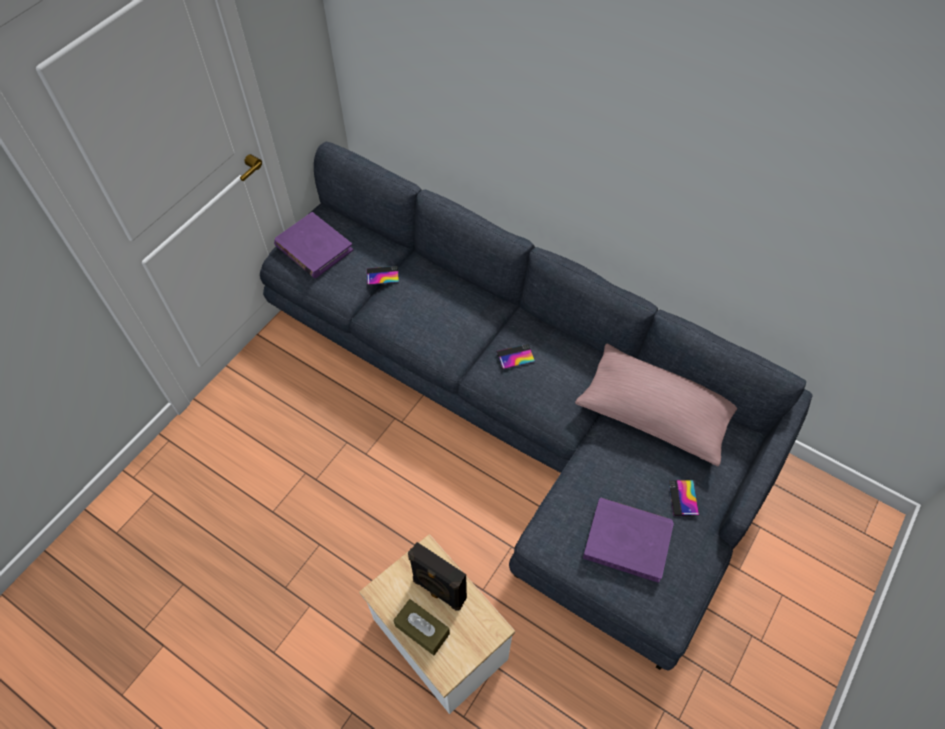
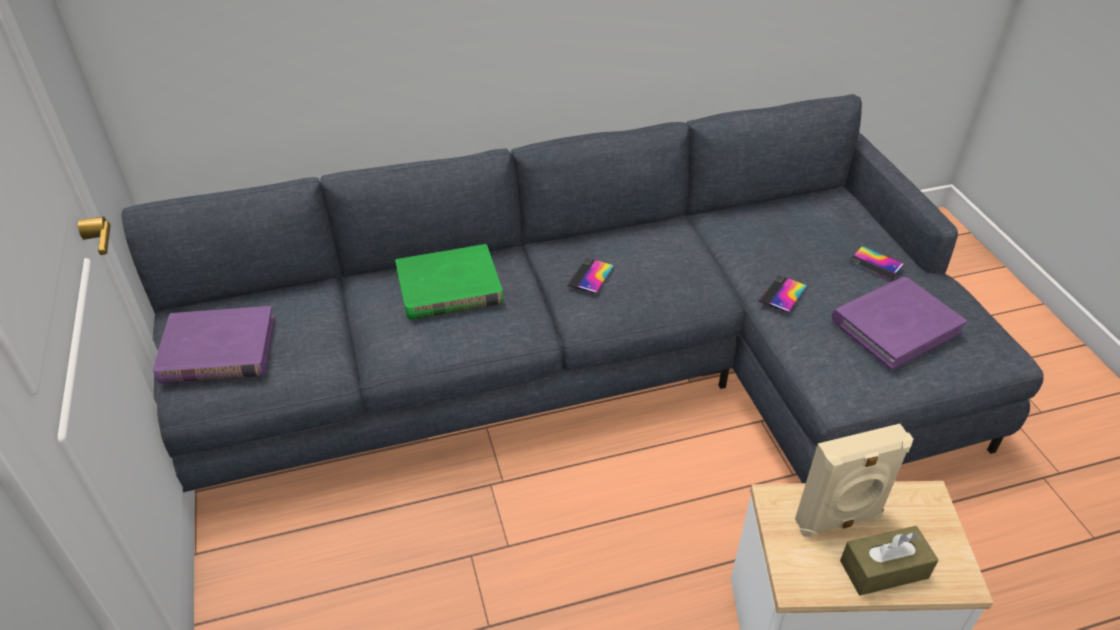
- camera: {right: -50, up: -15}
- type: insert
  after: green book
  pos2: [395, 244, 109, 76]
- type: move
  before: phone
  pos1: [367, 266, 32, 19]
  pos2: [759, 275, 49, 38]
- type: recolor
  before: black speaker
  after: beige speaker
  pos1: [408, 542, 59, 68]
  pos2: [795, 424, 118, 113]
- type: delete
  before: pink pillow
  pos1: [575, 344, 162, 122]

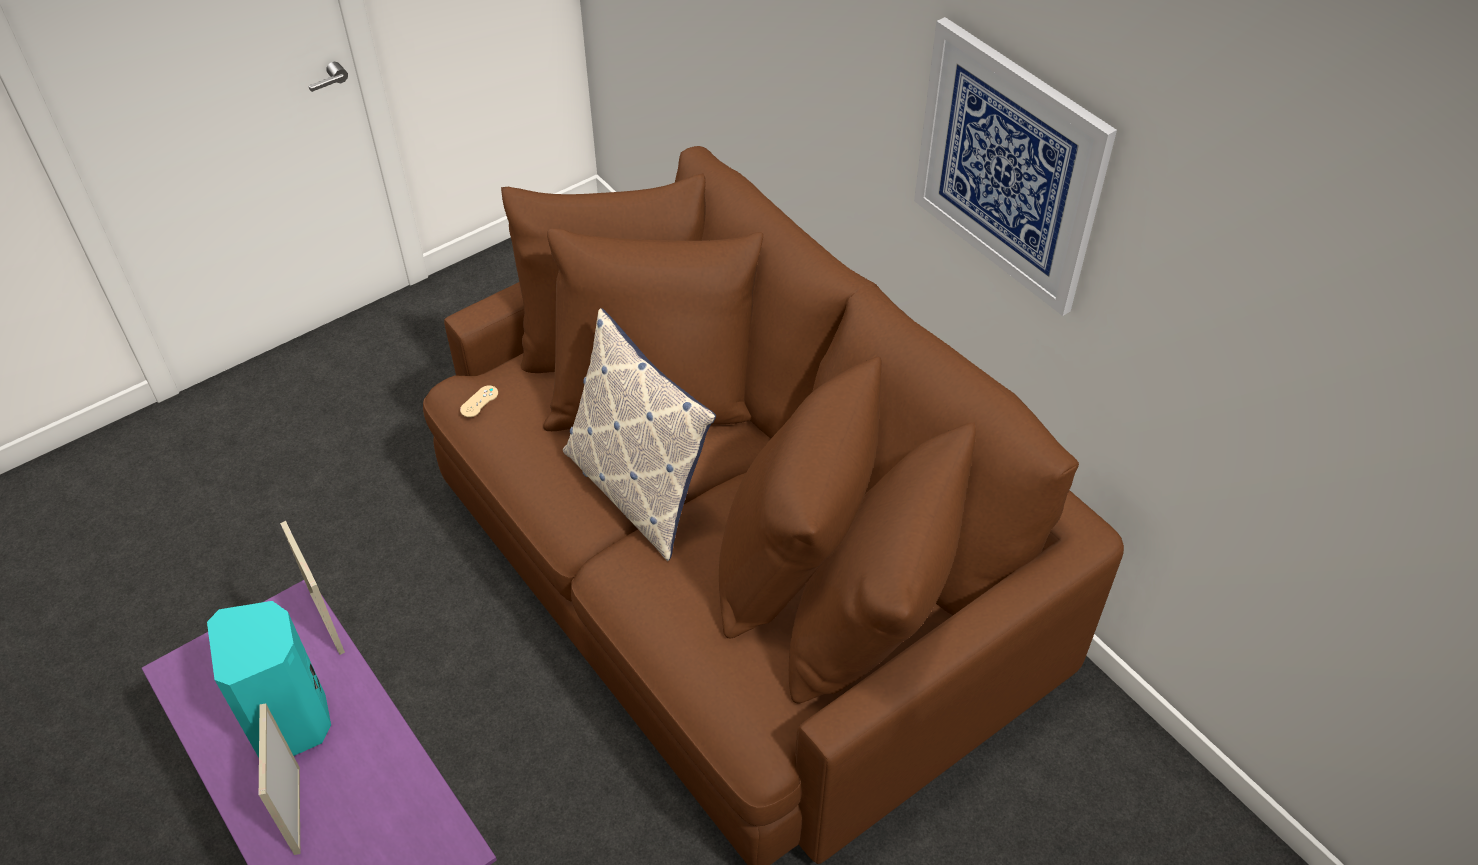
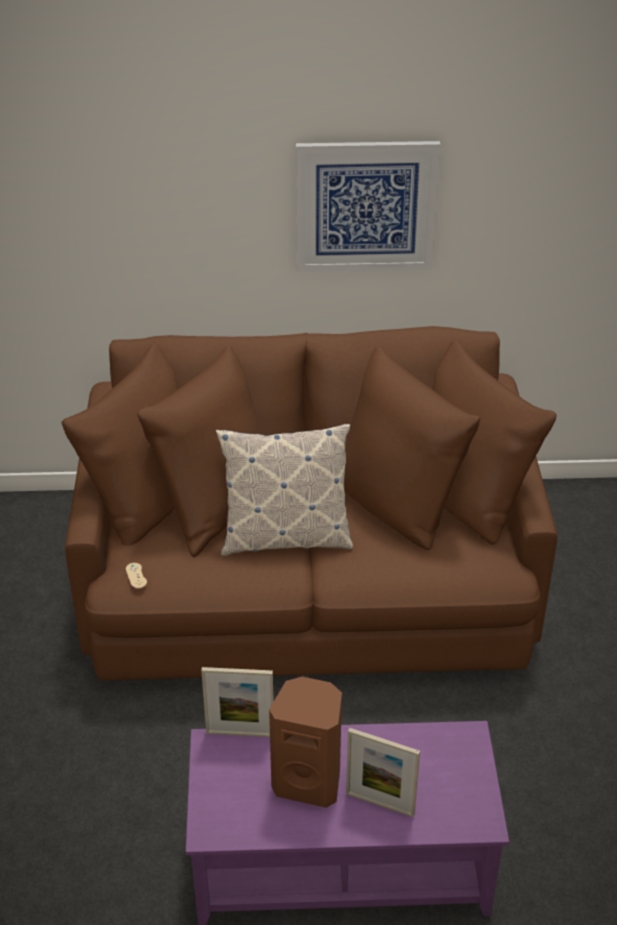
- camera: {right: -55, up: -10}
- type: recolor
  before: turquoise speaker
  after: brown speaker
  pos1: [207, 601, 124, 157]
  pos2: [269, 677, 73, 131]

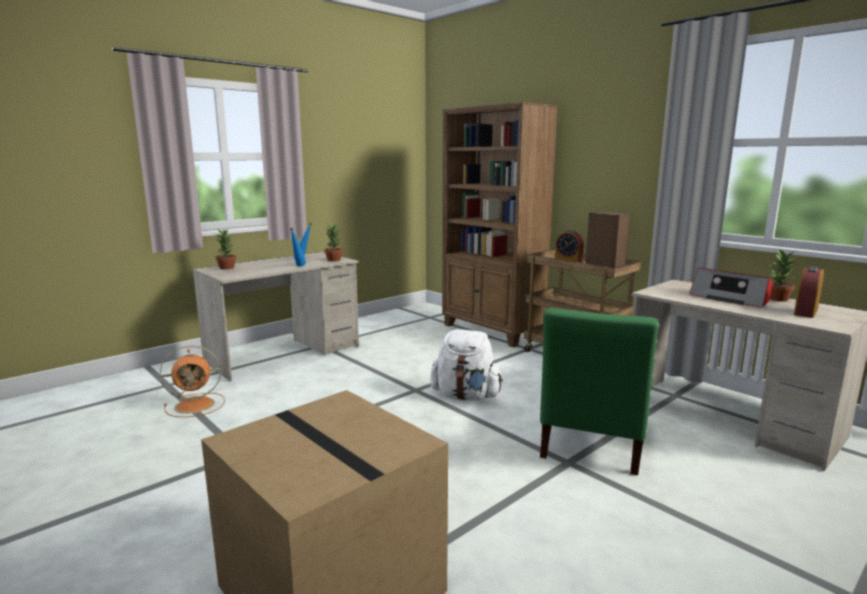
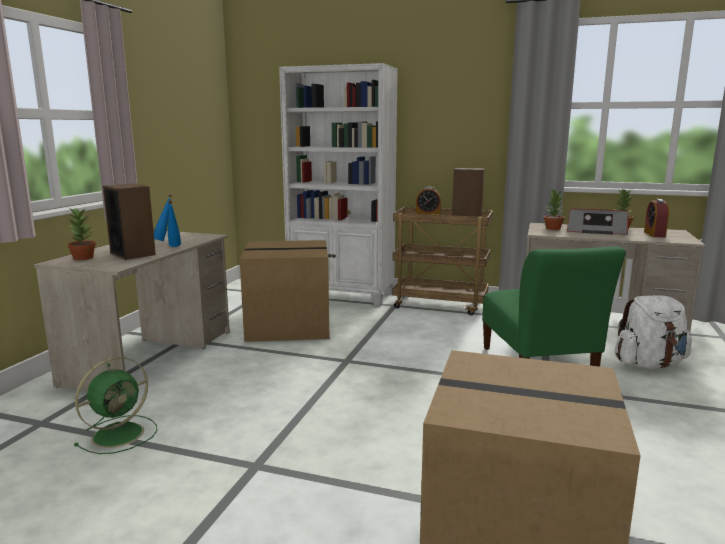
- camera: {right: -30, up: 0}
- type: recolor
  before: orange fan
  after: green fan
  pos1: [160, 346, 65, 71]
  pos2: [74, 357, 83, 97]
- type: insert
  after: speaker
  pos2: [103, 184, 53, 76]
- type: insert
  after: cardboard box
  pos2: [240, 240, 89, 102]
- type: recolor
  before: brown bookcase
  after: white bookcase
  pos1: [442, 102, 116, 245]
  pos2: [279, 63, 119, 244]
- type: move
  before: potted plant
  pos1: [324, 224, 19, 37]
  pos2: [544, 189, 21, 41]
- type: move
  before: white backpack
  pos1: [430, 329, 73, 72]
  pos2: [614, 295, 78, 74]

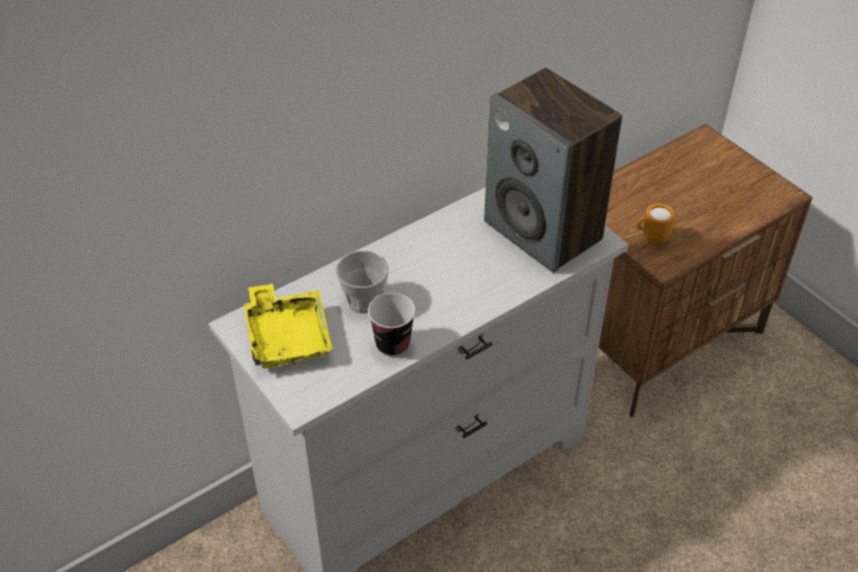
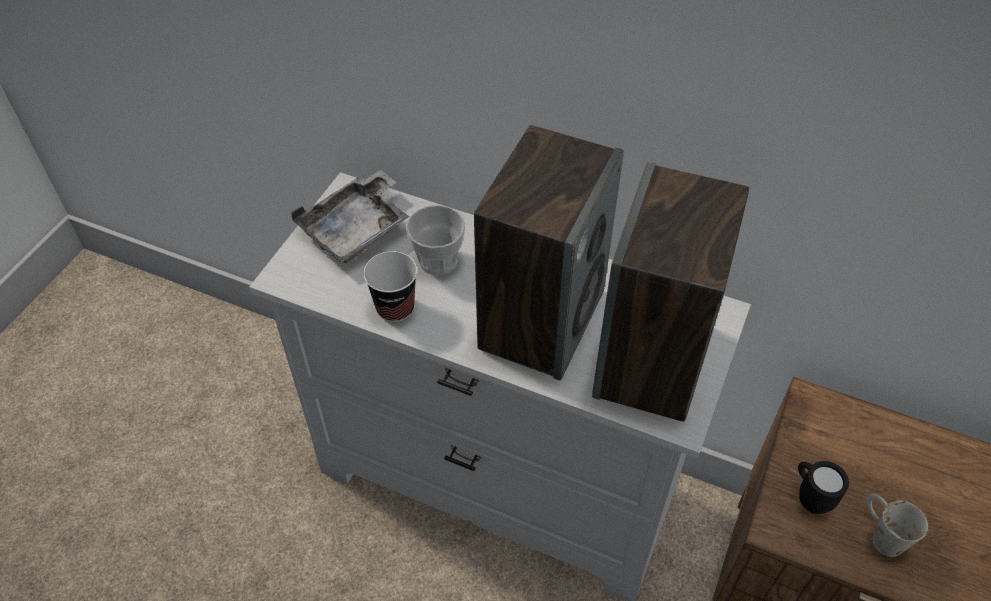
- camera: {right: 60, up: 5}
- type: recolor
  before: yellow tray
  after: grey tray
  pos1: [244, 284, 89, 85]
  pos2: [291, 170, 118, 93]
- type: insert
  after: speaker
  pos2: [474, 125, 150, 255]
- type: recolor
  before: orange mug
  after: black mug
  pos1: [636, 204, 39, 41]
  pos2: [798, 461, 51, 53]
- type: insert
  after: white mug
  pos2: [866, 494, 62, 63]

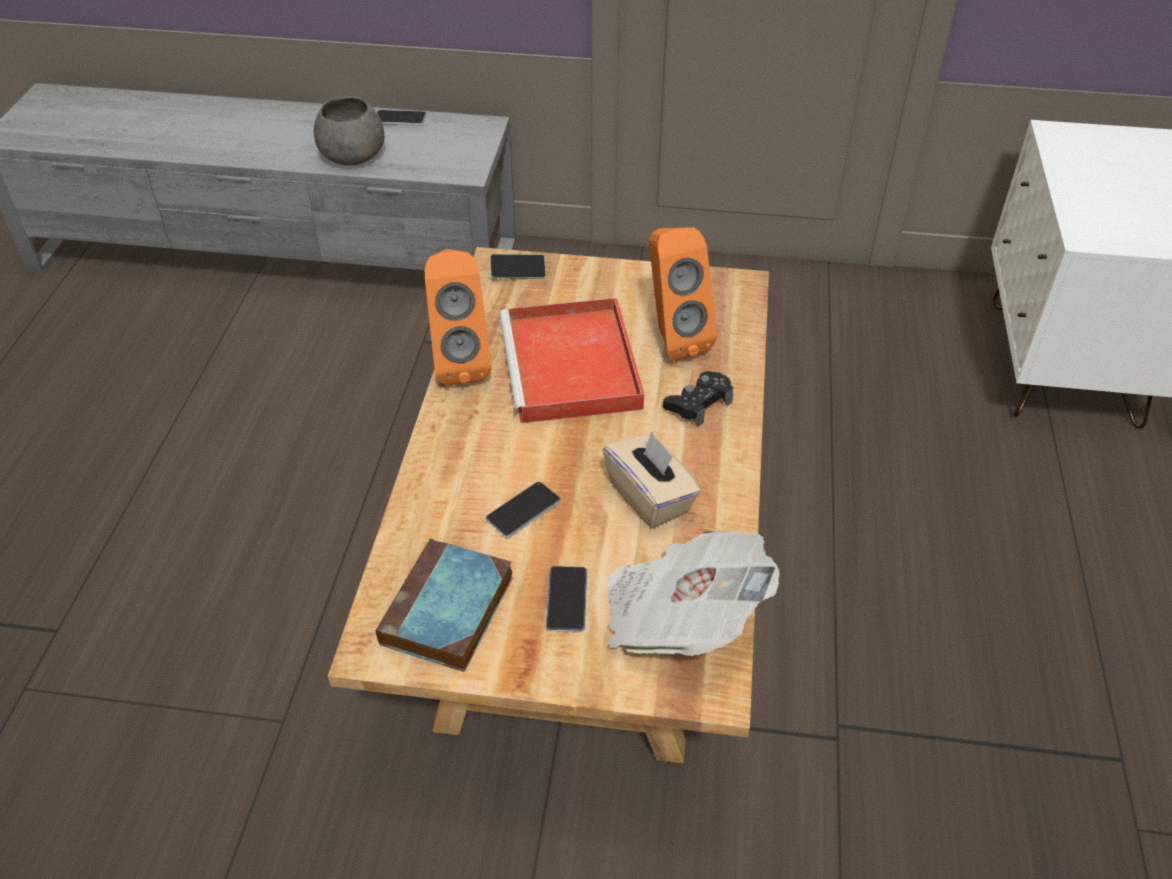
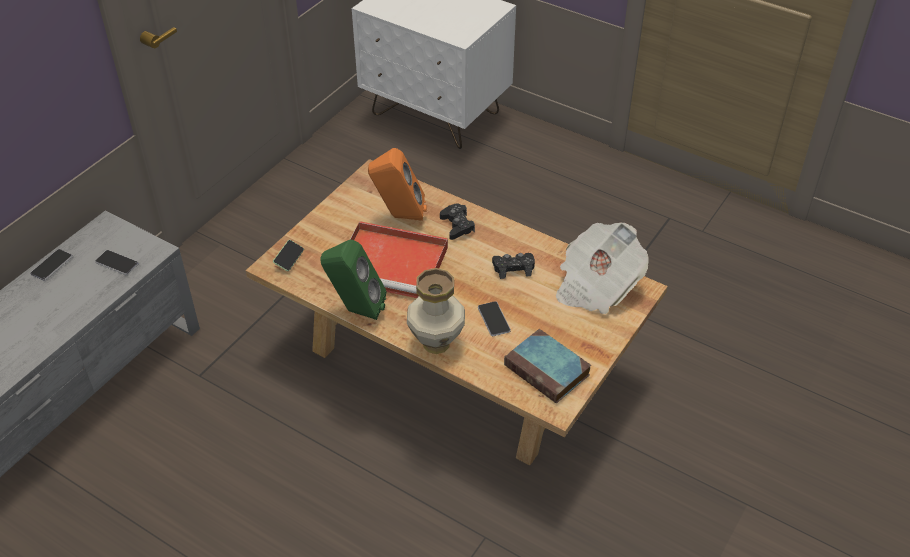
- camera: {right: -65, up: 0}
- type: move
  before: phone
  pos1: [546, 566, 41, 66]
  pos2: [95, 250, 44, 25]
- type: recolor
  before: orange speaker
  after: green speaker
  pos1: [425, 249, 67, 136]
  pos2: [320, 240, 66, 80]
- type: insert
  after: vase
  pos2: [407, 268, 58, 86]
- type: replace
  before: beige tissue box
  after: black game controller
  pos1: [603, 431, 98, 97]
  pos2: [492, 253, 43, 26]
- type: delete
  before: grey bowl
  pos1: [314, 96, 71, 70]

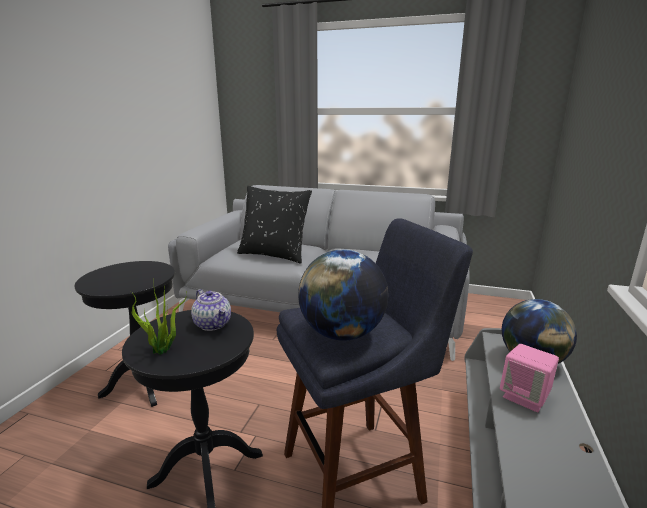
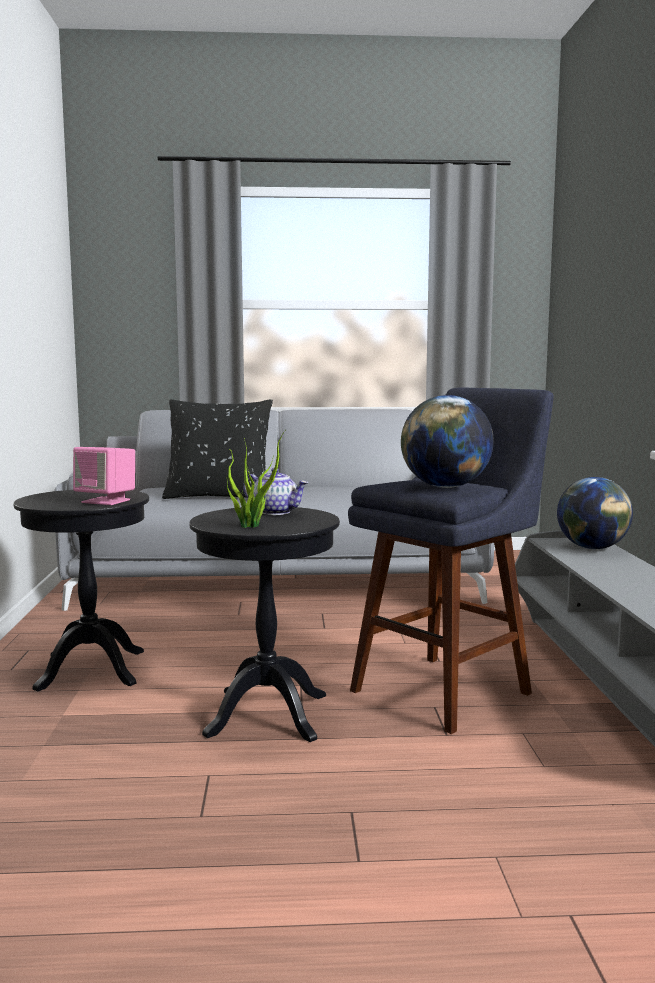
- camera: {right: -20, up: -10}
- type: move
  before: pink speaker
  pos1: [500, 344, 59, 69]
  pos2: [73, 447, 62, 58]

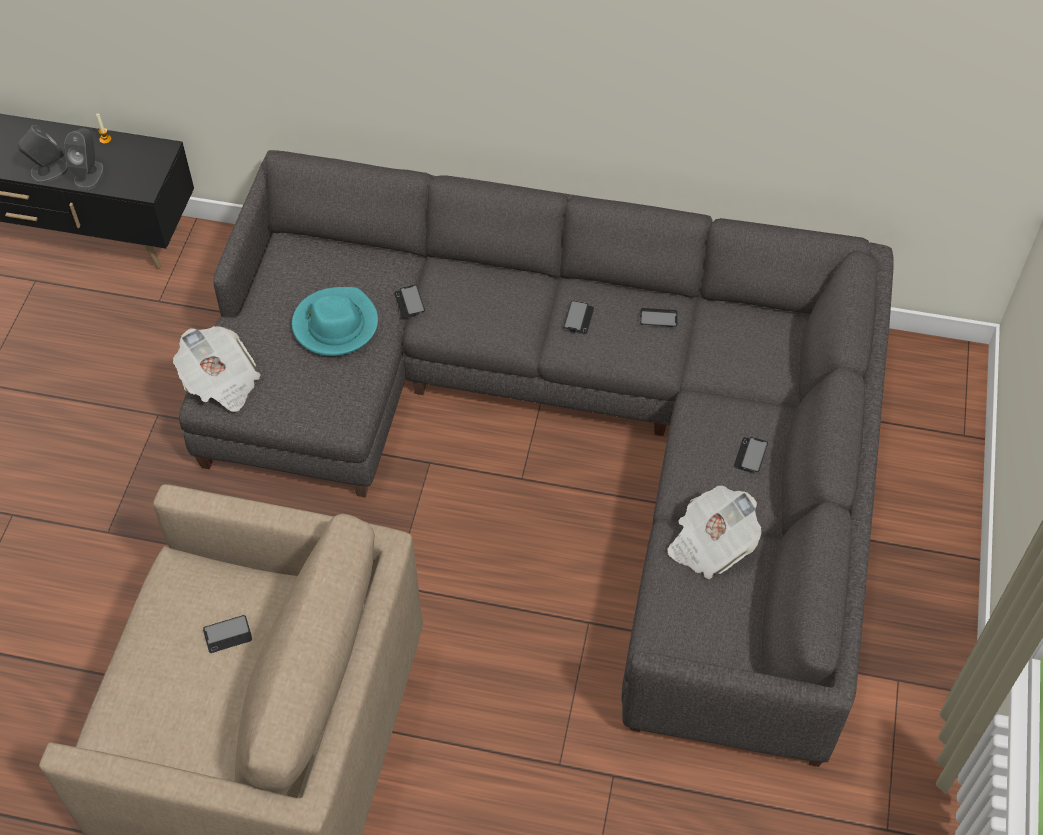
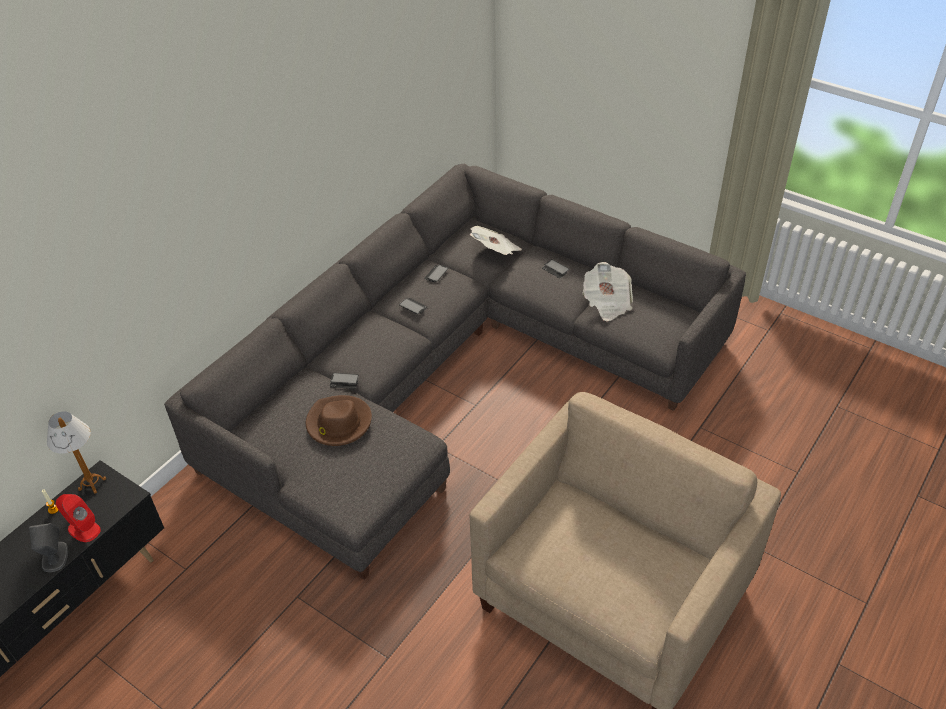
- camera: {right: -65, up: -10}
- type: insert
  after: table lamp
  pos2: [47, 411, 59, 83]
- type: recolor
  before: grey speaker
  after: red speaker
  pos1: [64, 128, 41, 62]
  pos2: [56, 494, 45, 48]
- type: recolor
  before: turquoise hat
  after: brown hat
  pos1: [292, 287, 86, 69]
  pos2: [306, 395, 66, 51]
- type: move
  before: newspaper
  pos1: [173, 326, 88, 86]
  pos2: [470, 226, 52, 29]
- type: delete
  before: phone
  pos1: [203, 615, 49, 38]

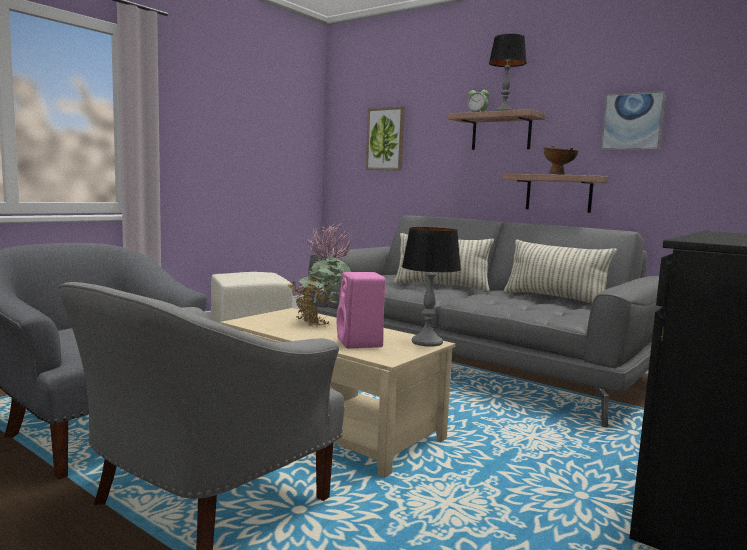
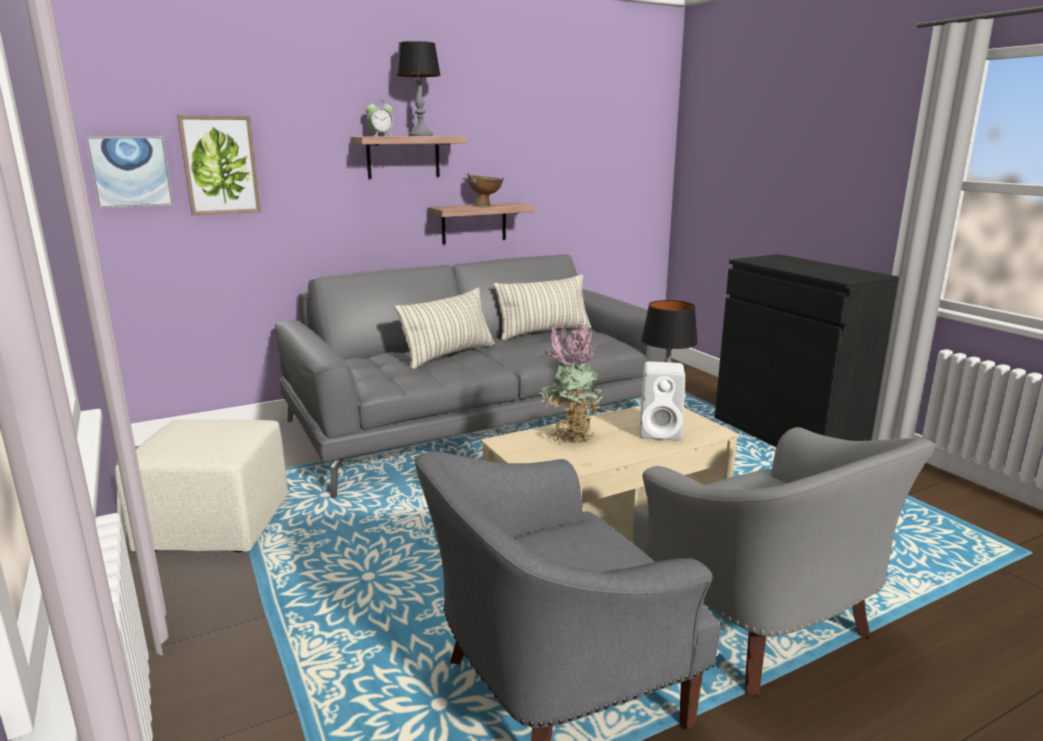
- camera: {right: -65, up: 10}
- type: move
  before: picture
  pos1: [601, 91, 65, 59]
  pos2: [85, 136, 89, 73]
- type: recolor
  before: pink speaker
  after: white speaker
  pos1: [337, 272, 48, 76]
  pos2: [639, 362, 46, 78]

